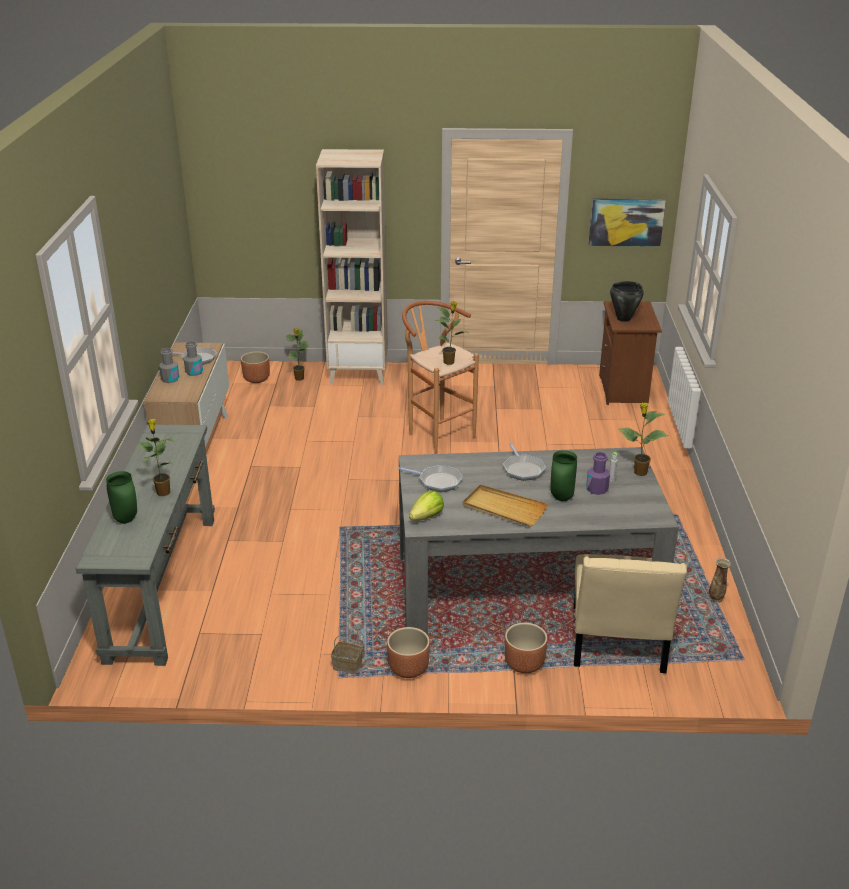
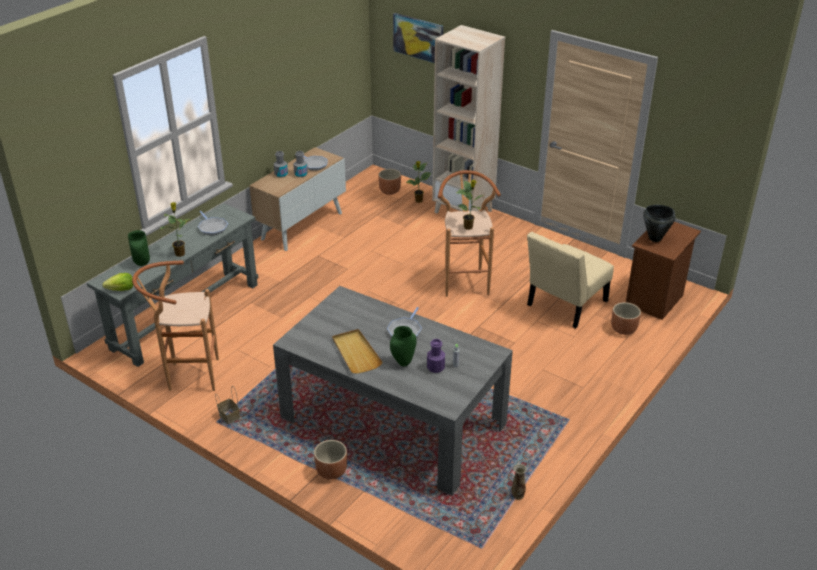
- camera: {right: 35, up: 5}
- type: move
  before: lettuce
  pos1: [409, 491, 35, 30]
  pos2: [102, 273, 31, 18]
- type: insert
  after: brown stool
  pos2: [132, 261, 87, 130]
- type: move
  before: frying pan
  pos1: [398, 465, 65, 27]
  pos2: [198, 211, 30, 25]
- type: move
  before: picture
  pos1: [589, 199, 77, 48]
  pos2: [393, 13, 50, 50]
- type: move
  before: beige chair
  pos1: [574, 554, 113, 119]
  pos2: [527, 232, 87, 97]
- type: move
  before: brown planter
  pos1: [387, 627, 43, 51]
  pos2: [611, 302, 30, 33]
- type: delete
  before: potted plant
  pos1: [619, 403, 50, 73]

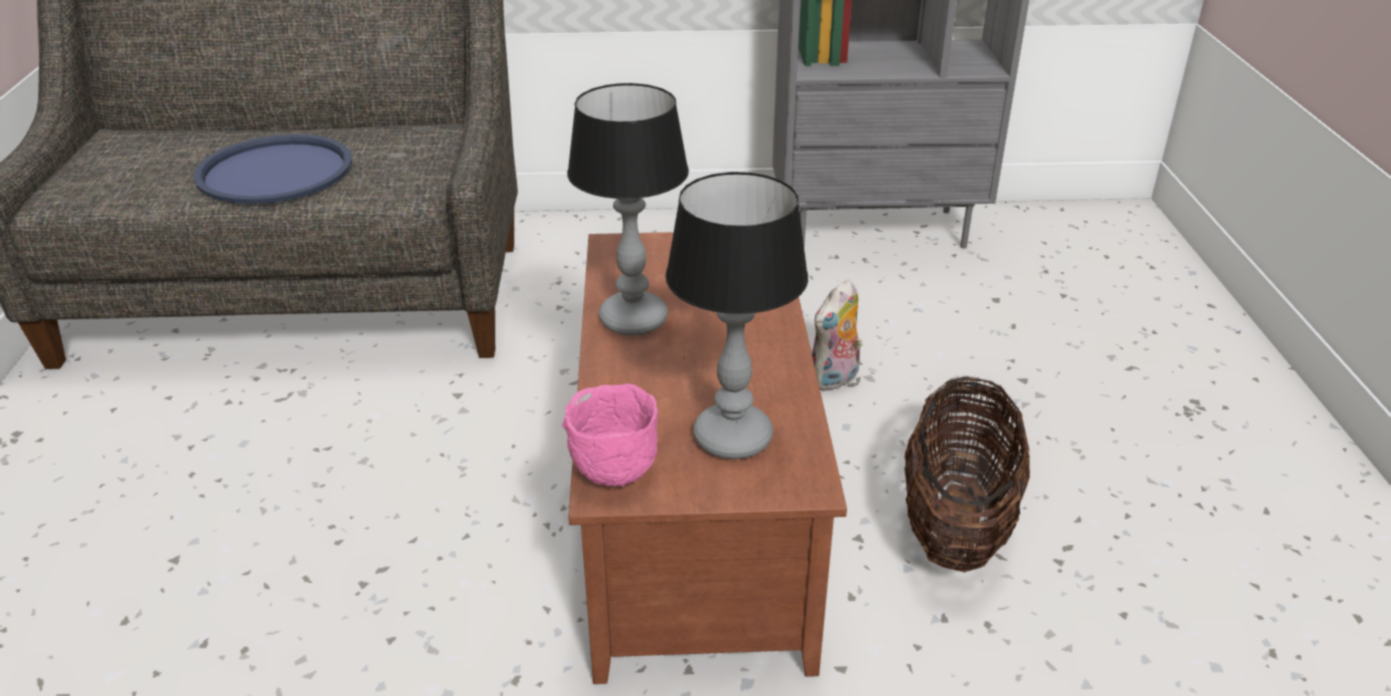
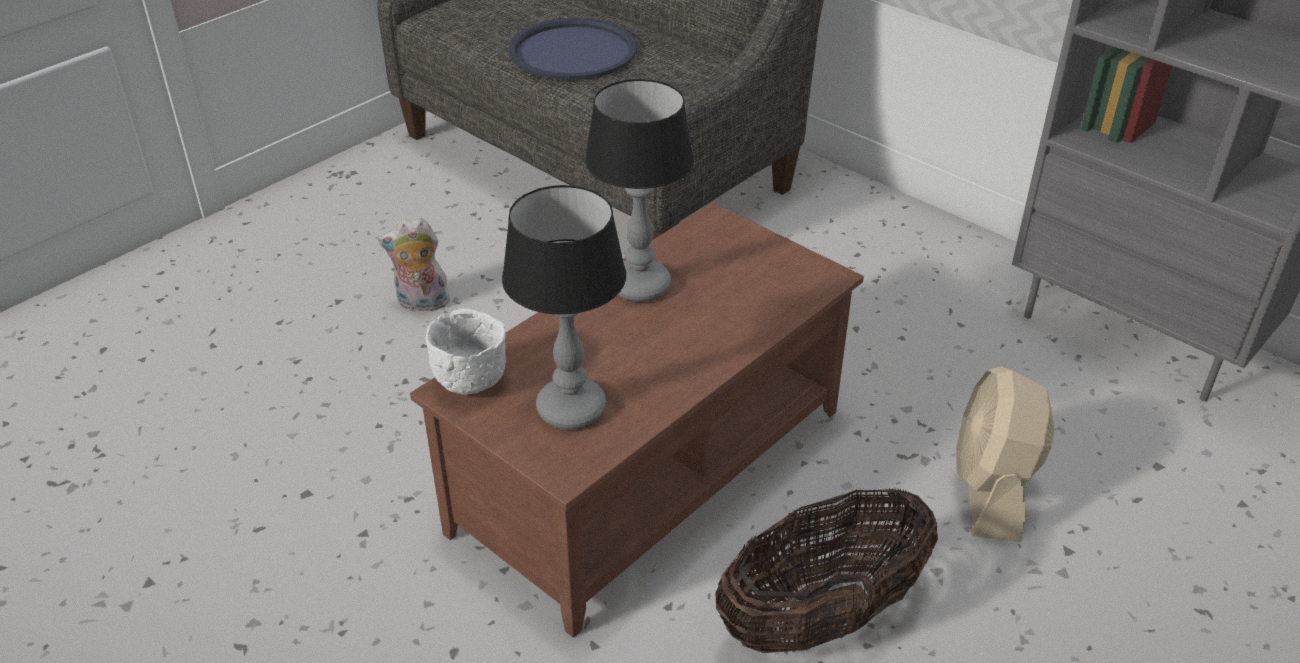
- camera: {right: 45, up: 5}
- type: move
  before: plush toy
  pos1: [812, 280, 50, 112]
  pos2: [378, 218, 72, 93]
- type: recolor
  before: pink bowl
  after: white bowl
  pos1: [562, 384, 96, 102]
  pos2: [426, 309, 81, 86]
- type: insert
  after: beige fan
  pos2: [956, 366, 99, 176]

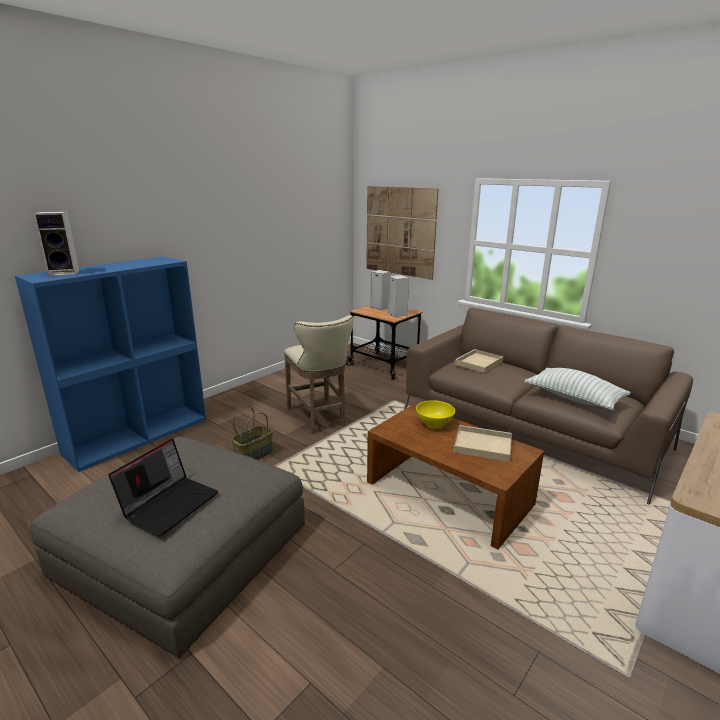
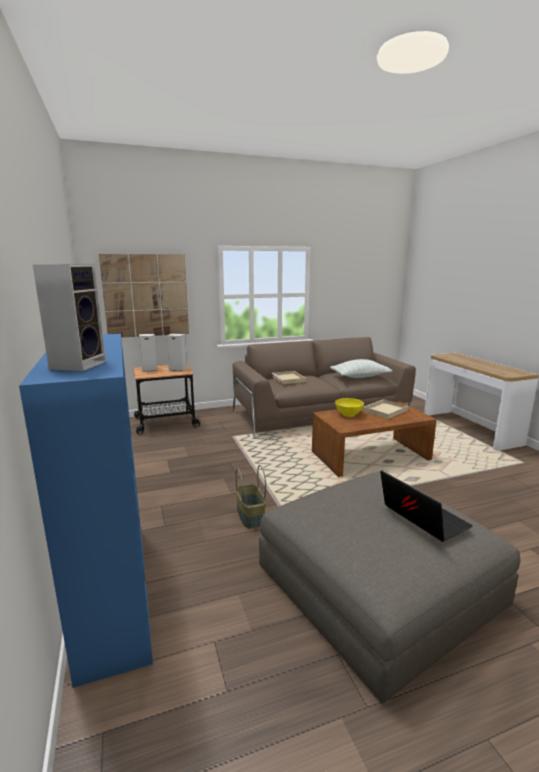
- camera: {right: -60, up: -5}
- type: delete
  before: beige stool
  pos1: [284, 315, 70, 119]

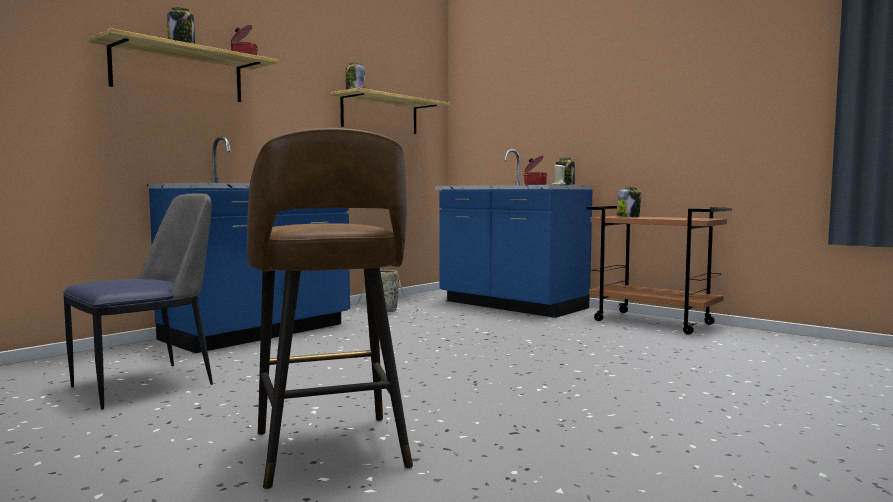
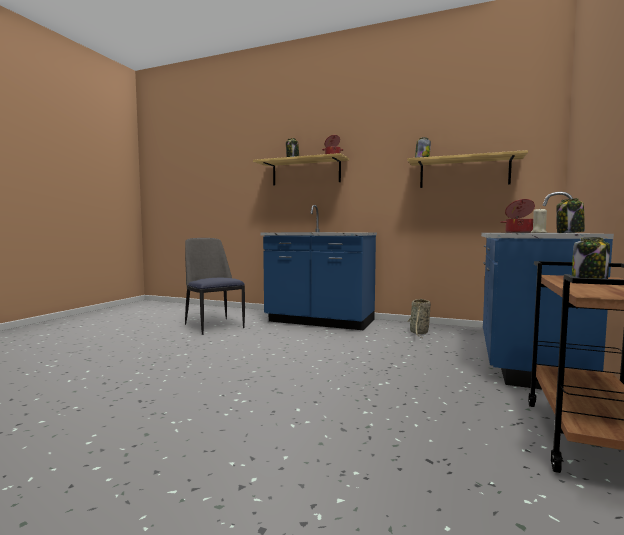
- camera: {right: 70, up: 0}
- type: rotate
  before: chair
  pos1: [63, 193, 150, 217]
  pos2: [185, 238, 60, 97]
  turn: -150
- type: delete
  before: brown stool
  pos1: [247, 128, 166, 362]

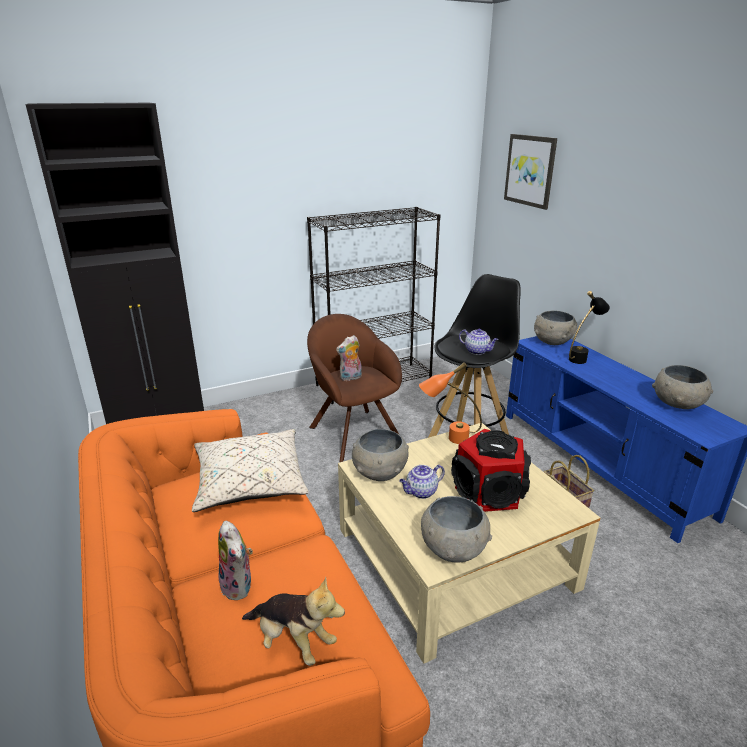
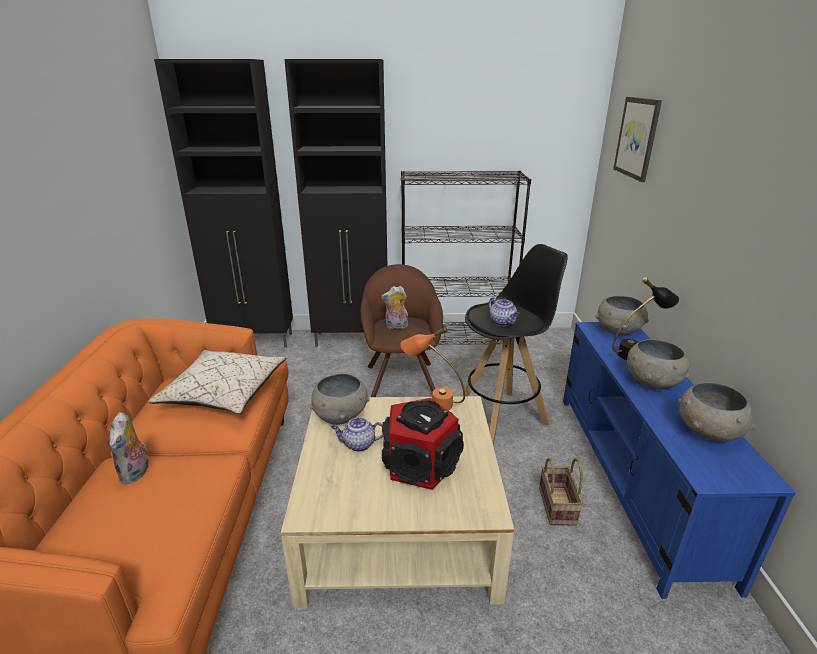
- camera: {right: 25, up: 0}
- type: insert
  after: black cabinet
  pos2: [284, 59, 103, 288]
- type: move
  before: grey bowl
  pos1: [421, 496, 71, 66]
  pos2: [627, 339, 63, 50]
- type: delete
  before: plush toy
  pos1: [242, 577, 103, 89]

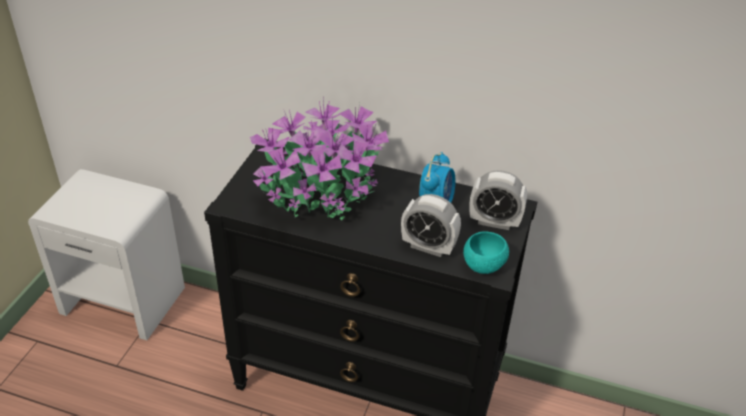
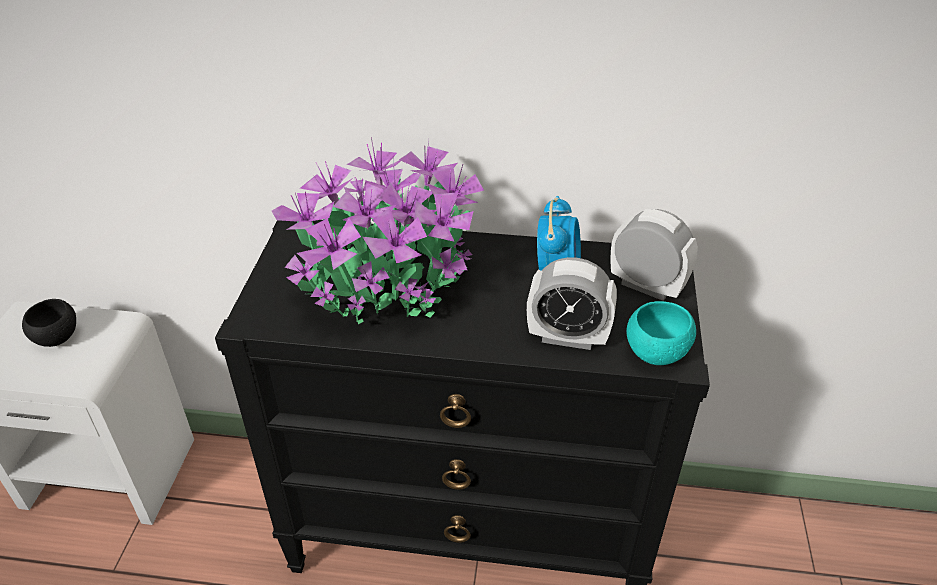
- camera: {right: -10, up: 0}
- type: insert
  after: black bowl
  pos2: [22, 299, 54, 48]
- type: rotate
  before: alarm clock
  pos1: [469, 170, 58, 60]
  pos2: [610, 209, 88, 92]
  turn: -150

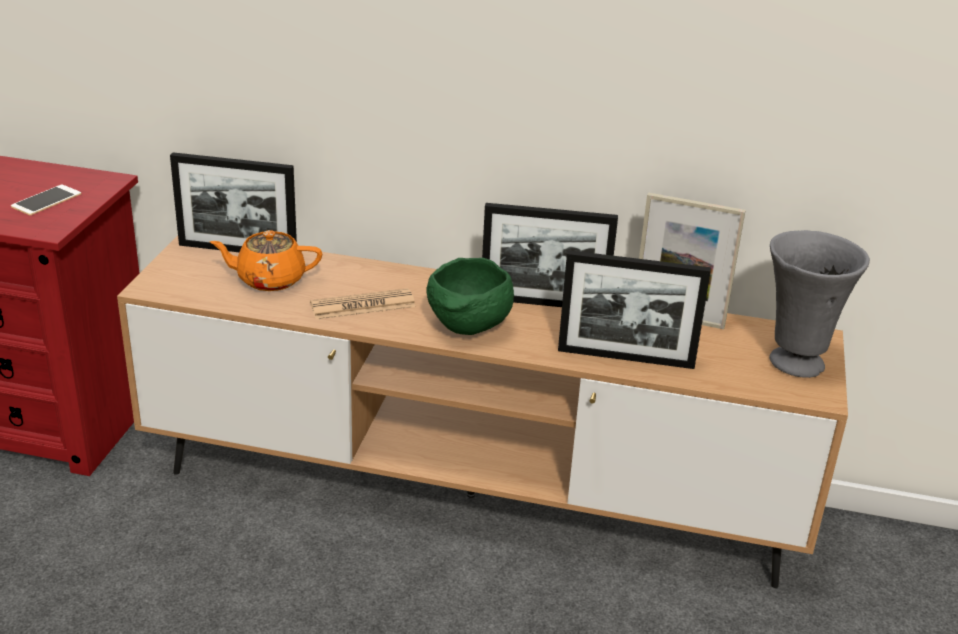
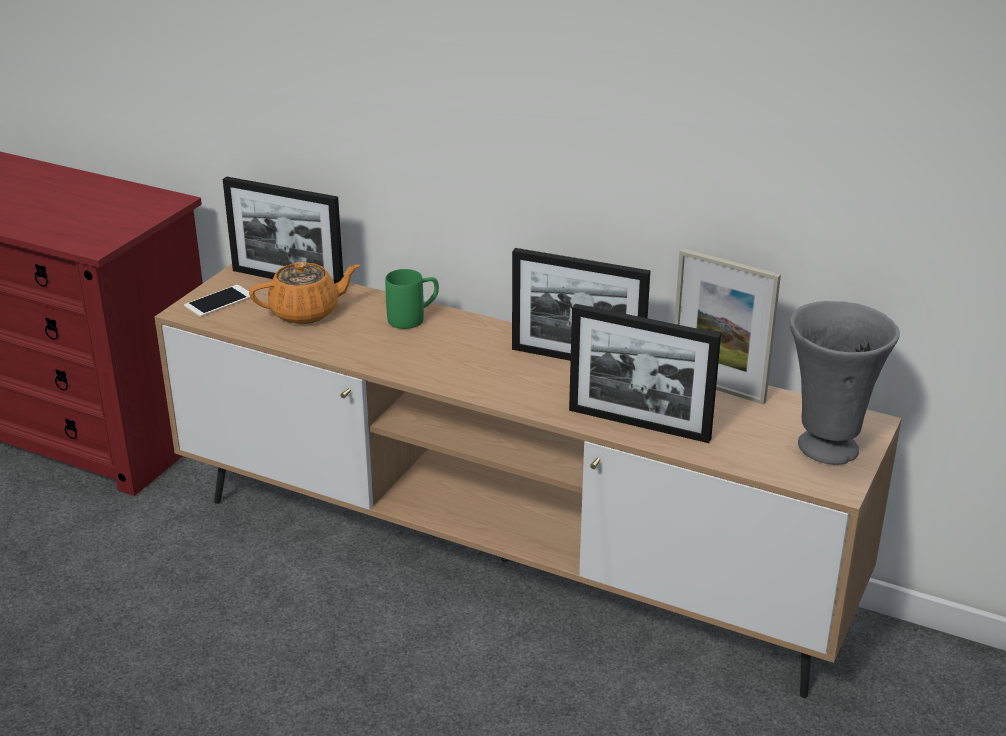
- camera: {right: 15, up: 0}
- type: move
  before: phone
  pos1: [11, 185, 70, 30]
  pos2: [184, 285, 66, 32]
- type: rotate
  before: orange teapot
  pos1: [210, 230, 112, 61]
  pos2: [249, 262, 111, 62]
  turn: 150
- type: insert
  after: green mug
  pos2: [385, 269, 54, 60]
- type: delete
  before: newspaper
  pos1: [310, 288, 106, 32]
- type: delete
  before: green bowl
  pos1: [426, 258, 88, 77]

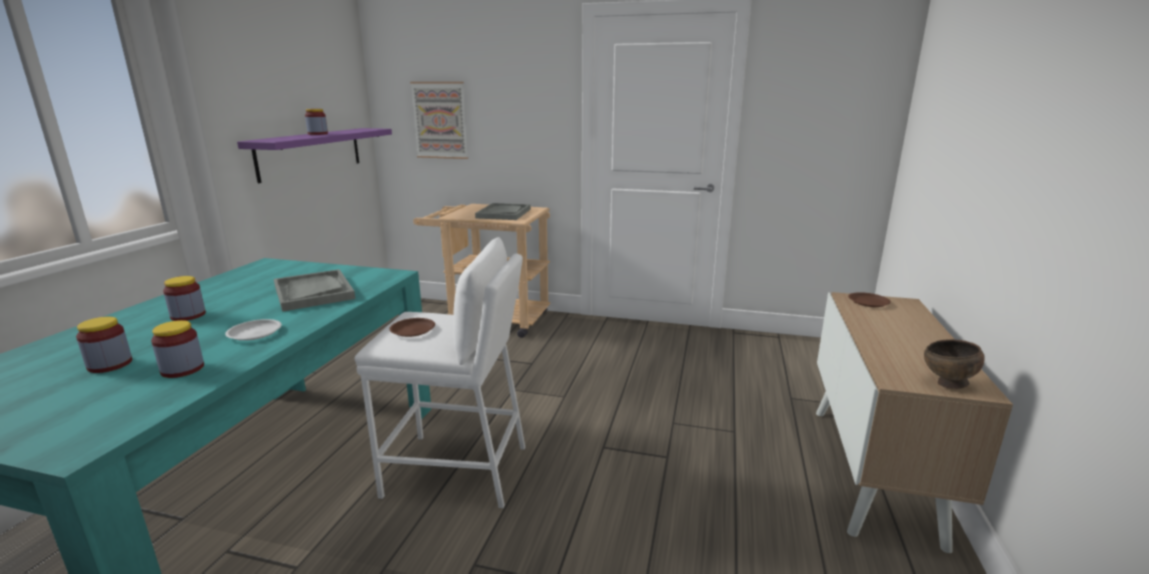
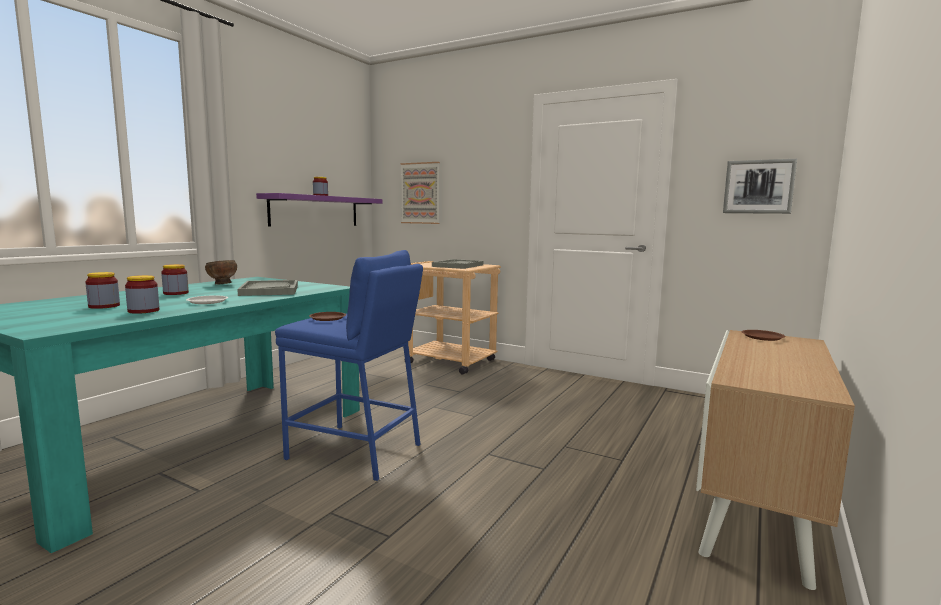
- camera: {right: 15, up: -10}
- type: move
  before: brown bowl
  pos1: [924, 339, 60, 50]
  pos2: [205, 260, 32, 24]
- type: recolor
  before: white stool
  after: blue stool
  pos1: [354, 237, 171, 271]
  pos2: [275, 250, 148, 231]
- type: insert
  after: picture
  pos2: [723, 159, 74, 55]

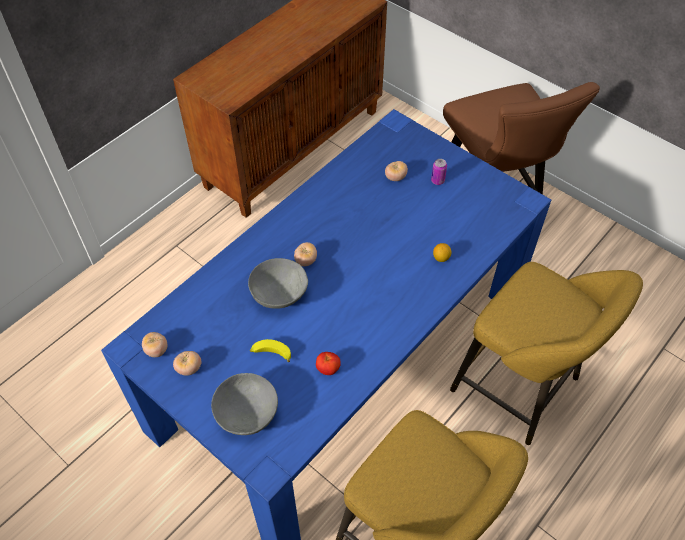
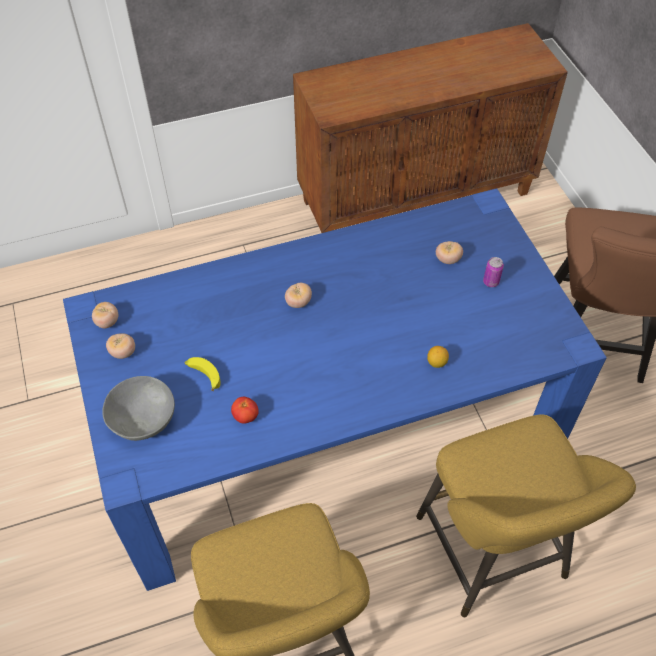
- camera: {right: 30, up: 0}
- type: delete
  before: grey bowl
  pos1: [248, 258, 60, 51]

